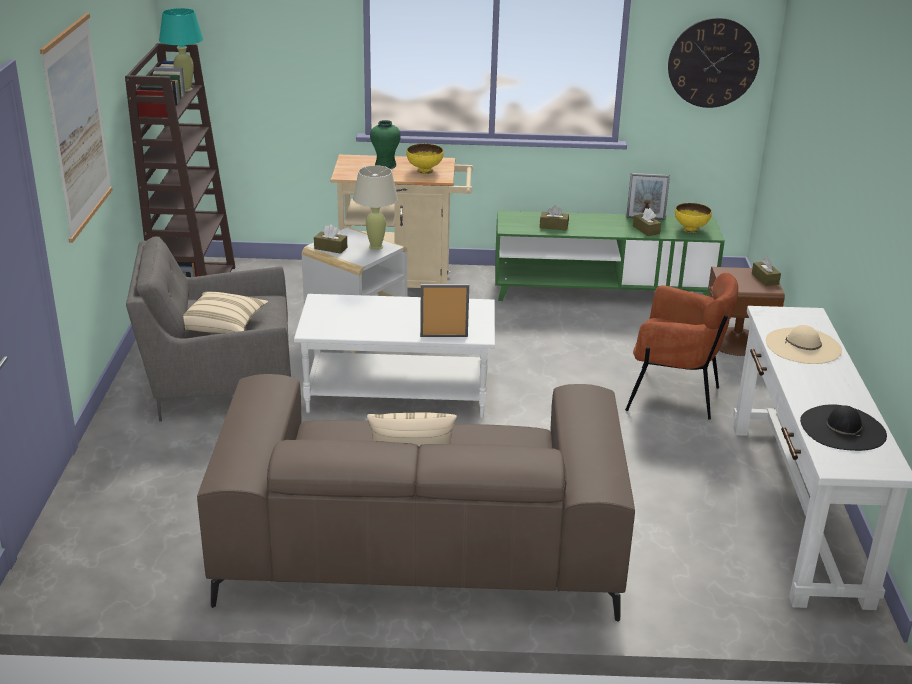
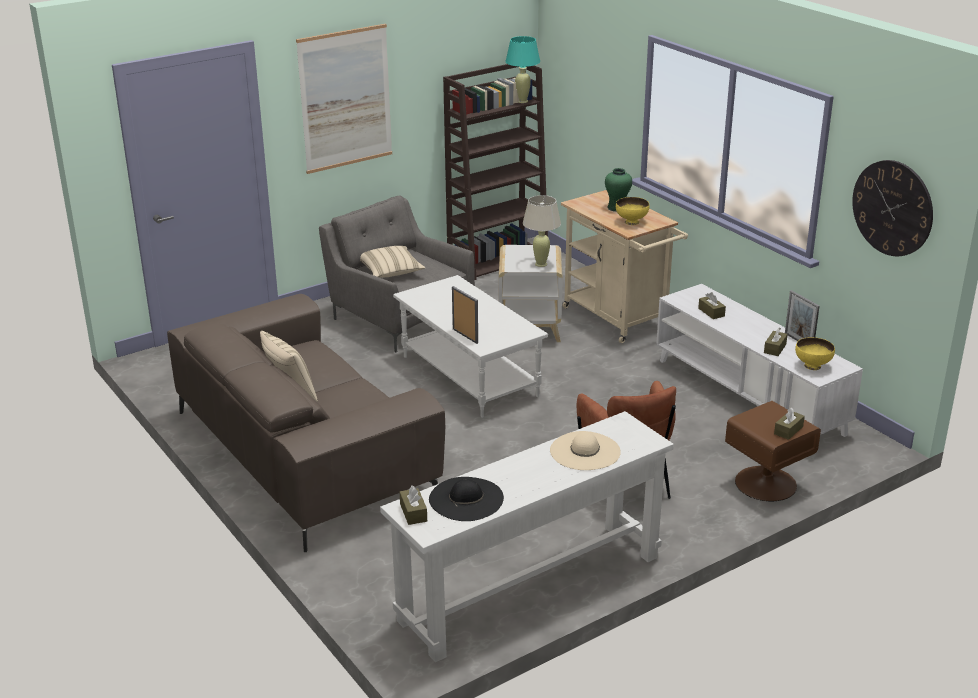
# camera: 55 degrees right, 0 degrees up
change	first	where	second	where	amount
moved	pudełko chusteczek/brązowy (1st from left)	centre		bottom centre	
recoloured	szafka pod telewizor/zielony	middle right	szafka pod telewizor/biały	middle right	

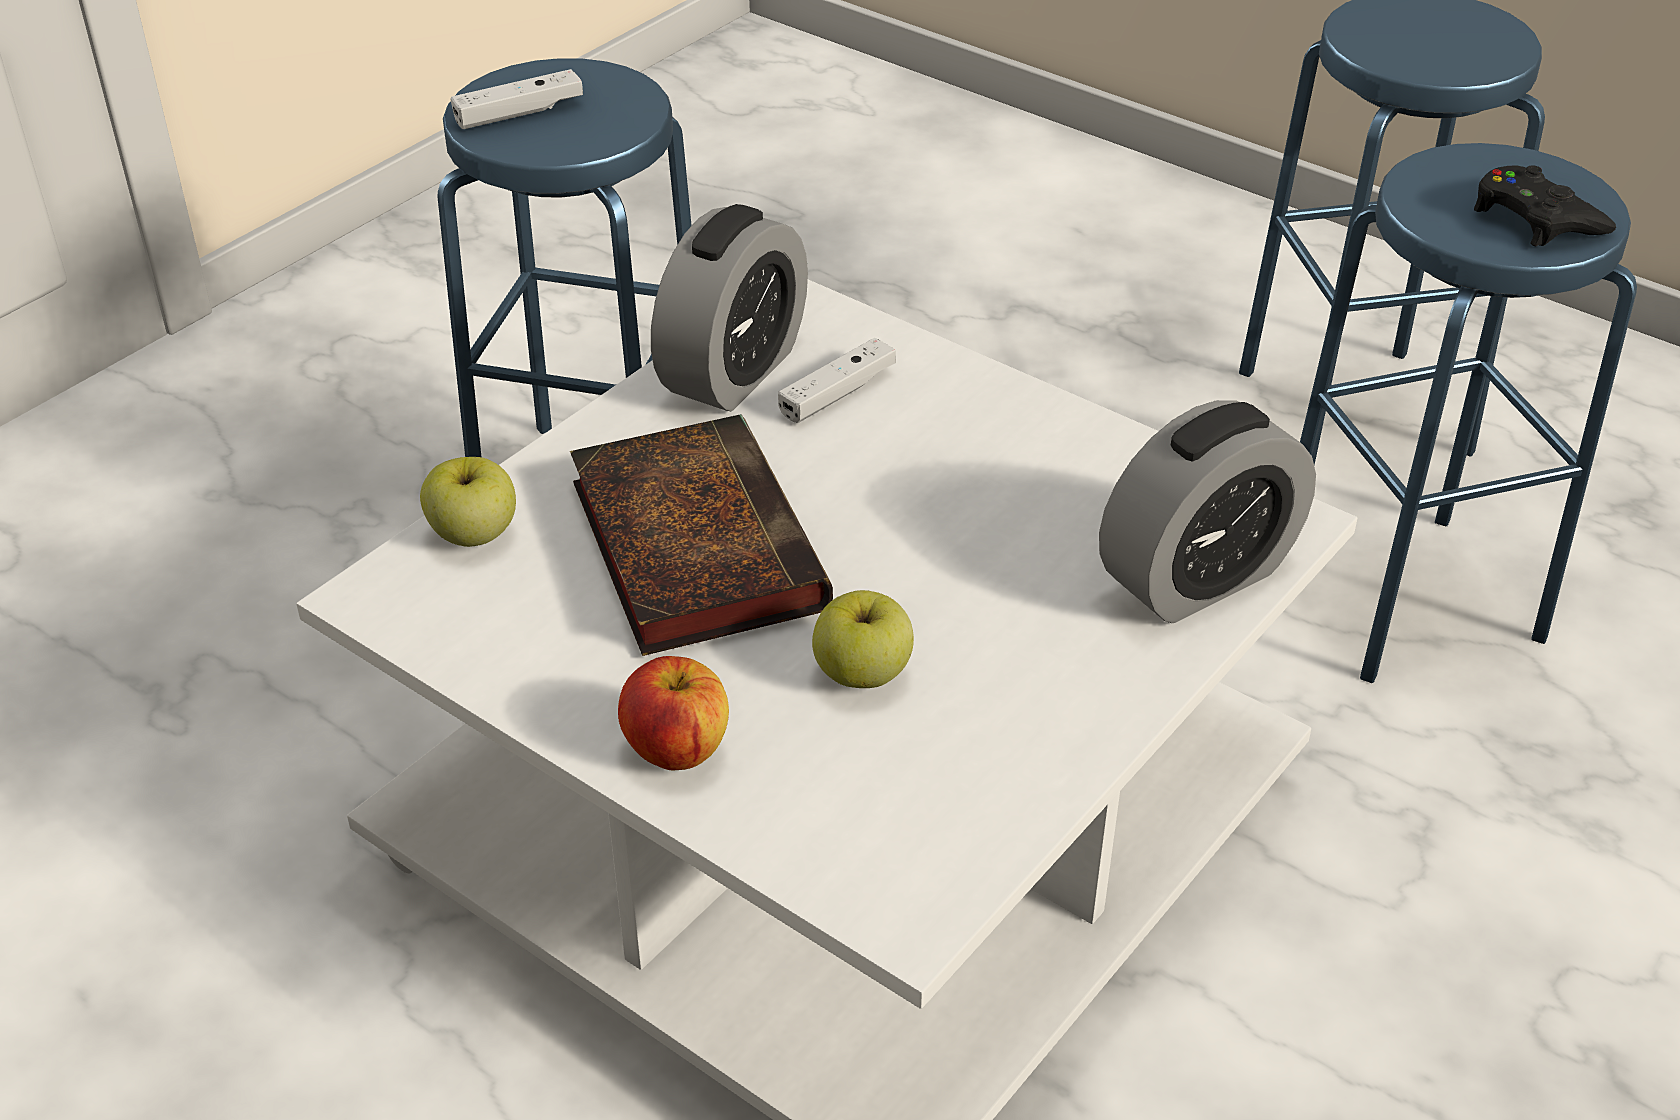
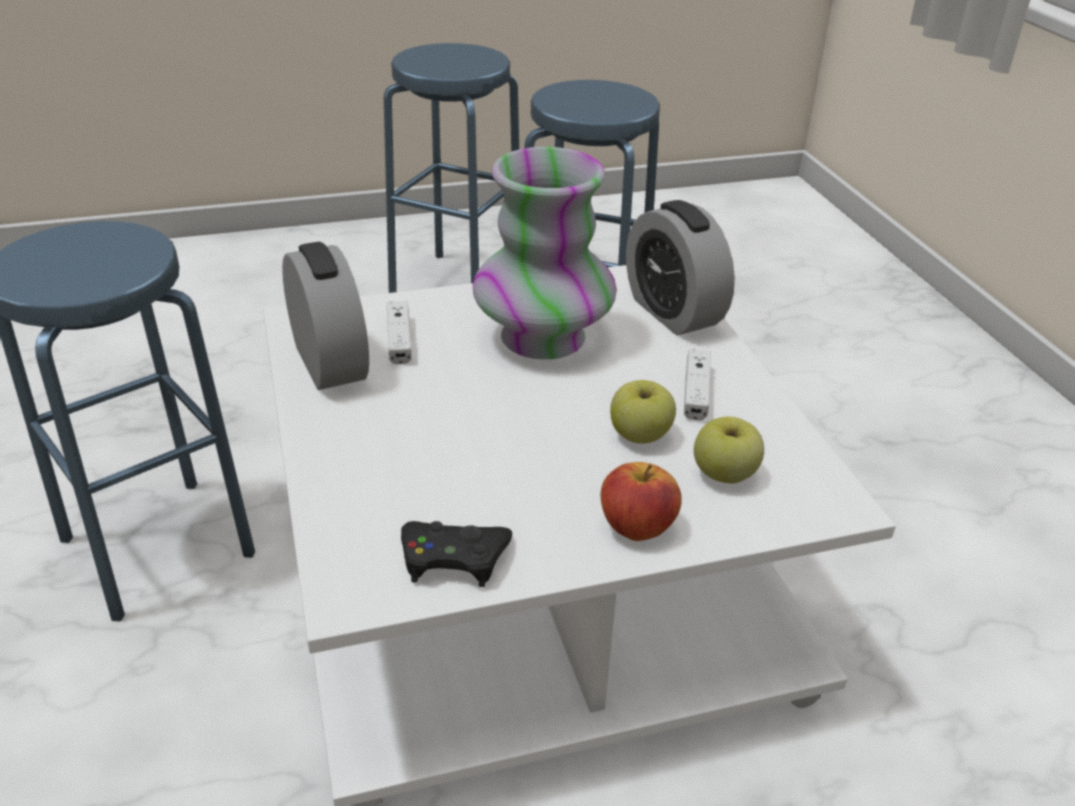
# camera: 55 degrees left, 5 degrees down
change	first	where	second	where	amount
moved	jabłko (1st from left in the first image)	middle left	jabłko (3rd from left)	middle right	
moved	pad do gier/biały (1st from left in the first image)	top left	pad do gier/biały (2nd from left)	centre	
removed	książka	centre			
turned	budzik (2nd from left)	middle right		top centre	150 degrees clockwise
moved	pad do gier/czarny	top right		bottom centre	
added			wazon	top centre	

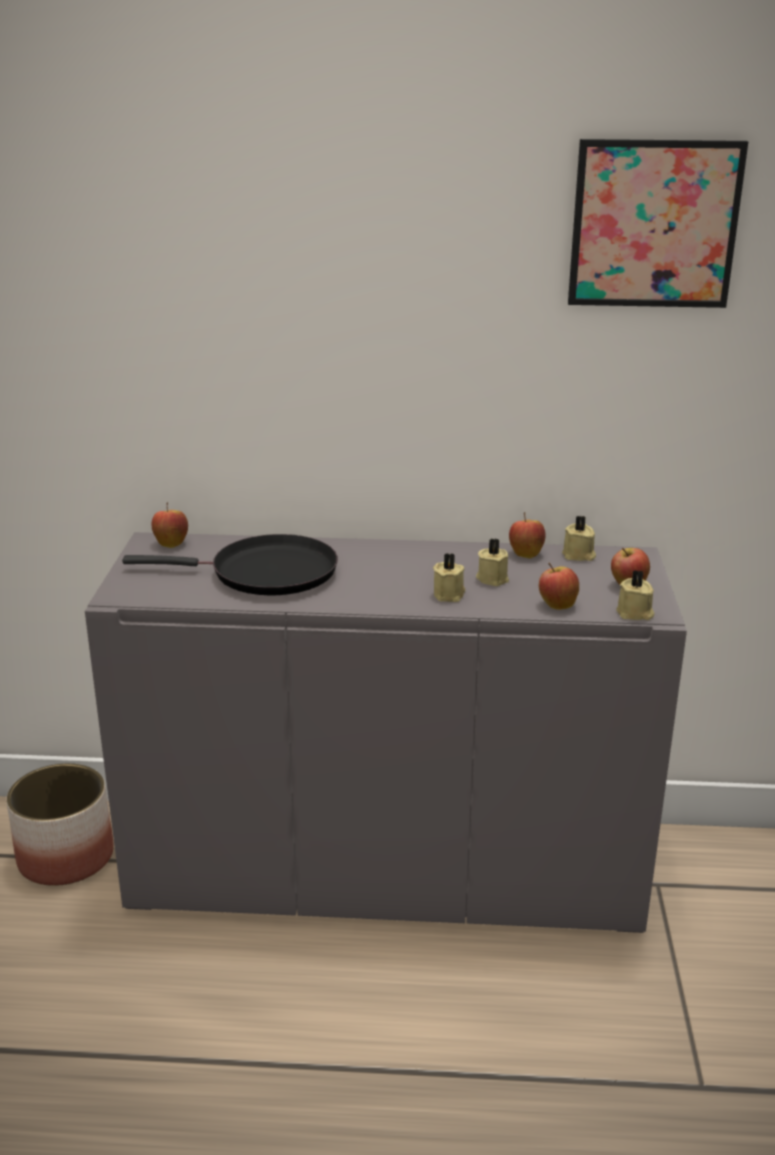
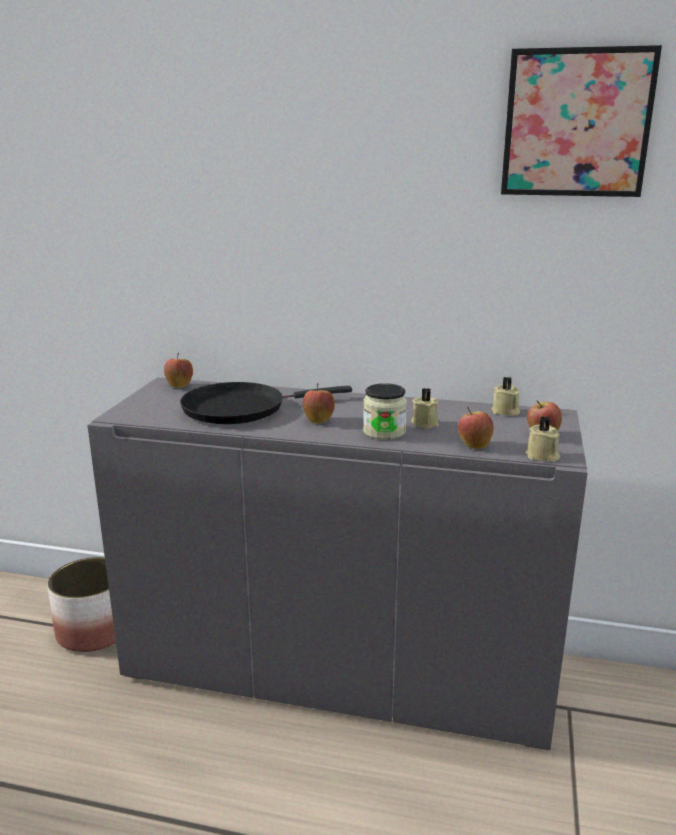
# camera: 10 degrees right, 5 degrees down
change	first	where	second	where	amount
turned	patelnia/czarny	middle left		centre	150 degrees clockwise
replaced	świeca/beżowy (1st from left)	centre	słoik	centre	
moved	jabłko (2nd from left)	middle right		centre	

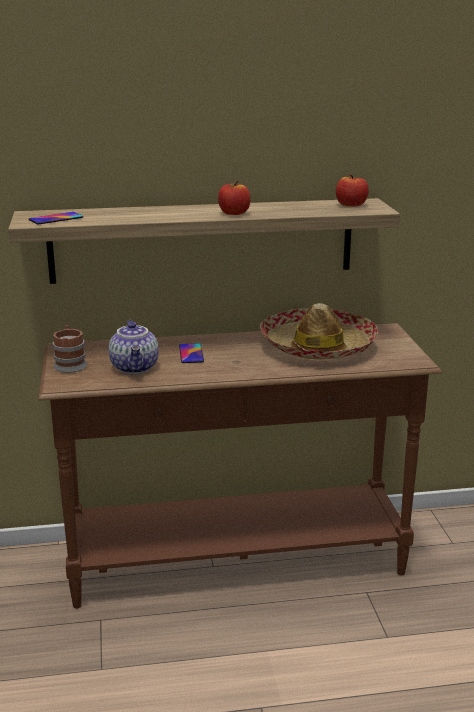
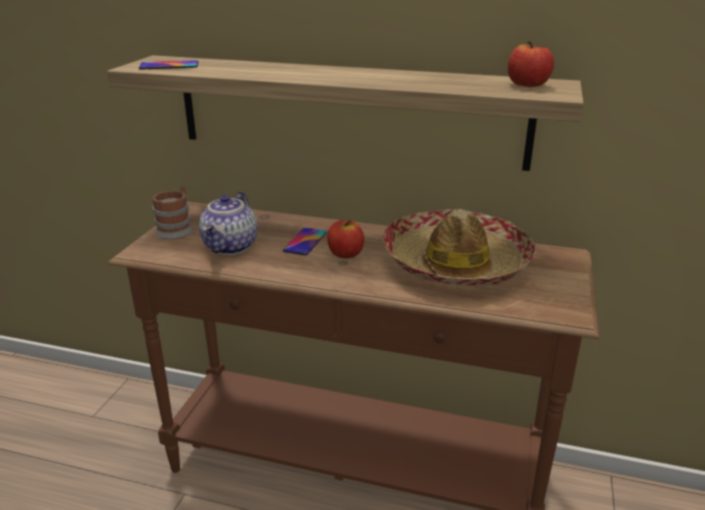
# camera: 25 degrees right, 5 degrees up
change	first	where	second	where	amount
moved	jabłko (1st from left)	top centre		centre	

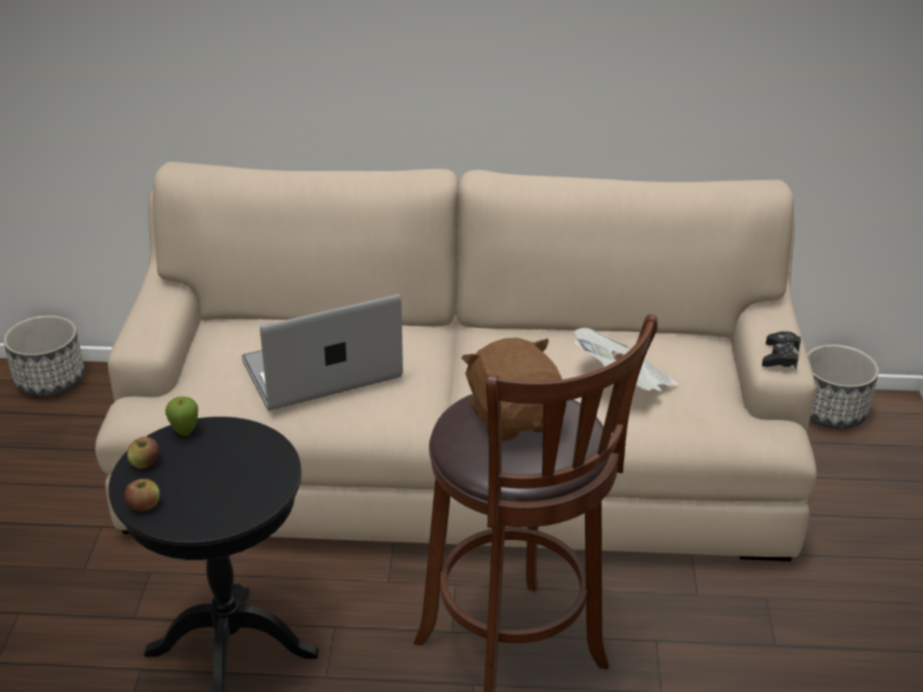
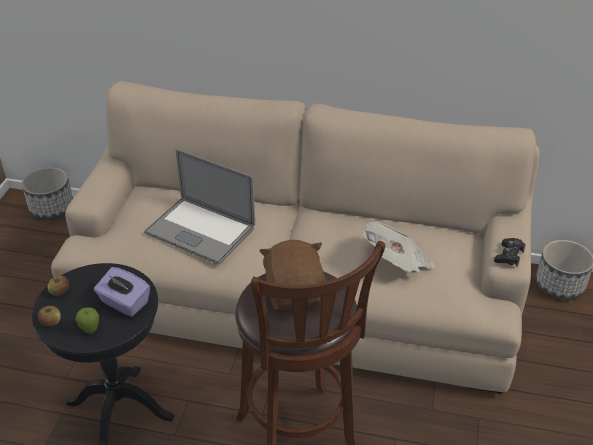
# camera: 10 degrees right, 5 degrees up
change	first	where	second	where	amount
moved	jabłko (3rd from left)	middle left		bottom left	
turned	laptop	centre		centre	135 degrees counterclockwise
added			pudełko chusteczek/fioletowy	middle left	

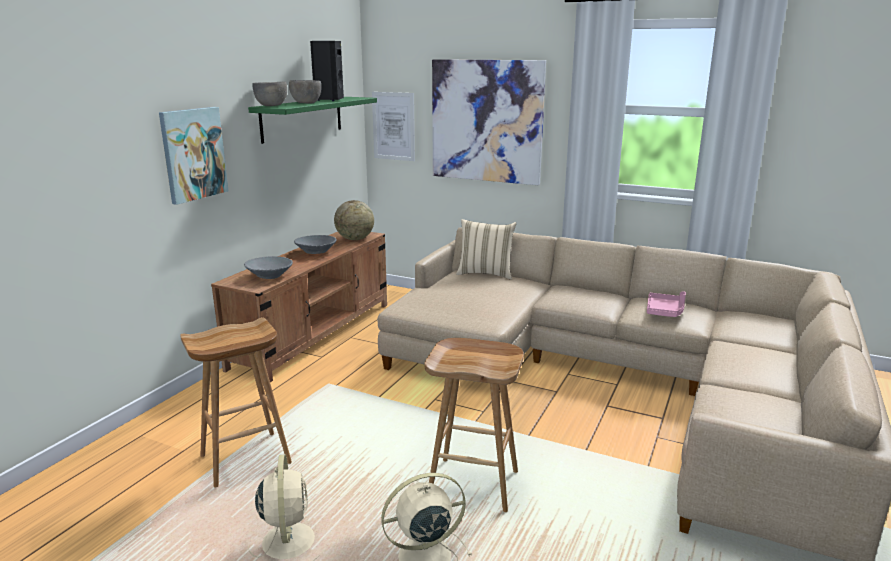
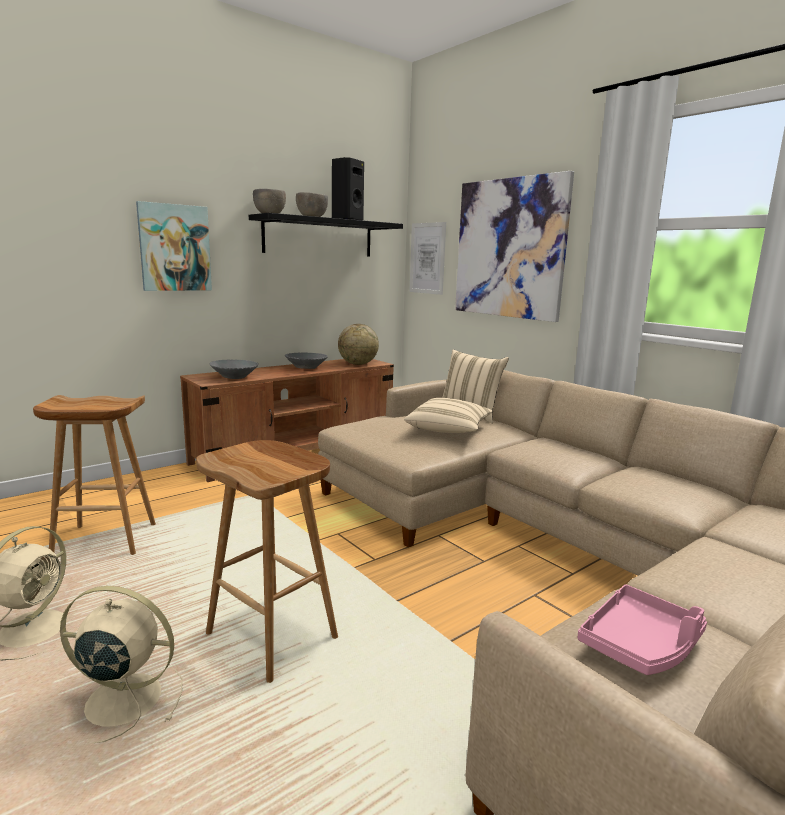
# camera: 25 degrees right, 5 degrees down
change	first	where	second	where	amount
recoloured	półka/zielony	top centre	półka/czarny	top centre	
moved	taca/różowy	middle right		bottom right	
added			poduszka/beżowy (1st from left)	centre	

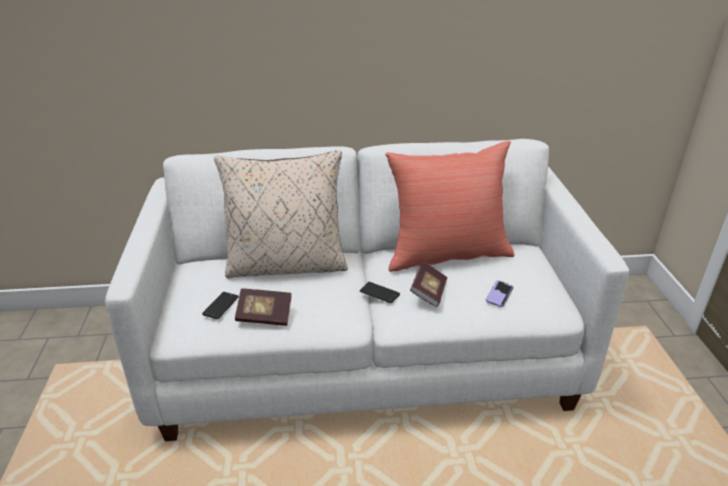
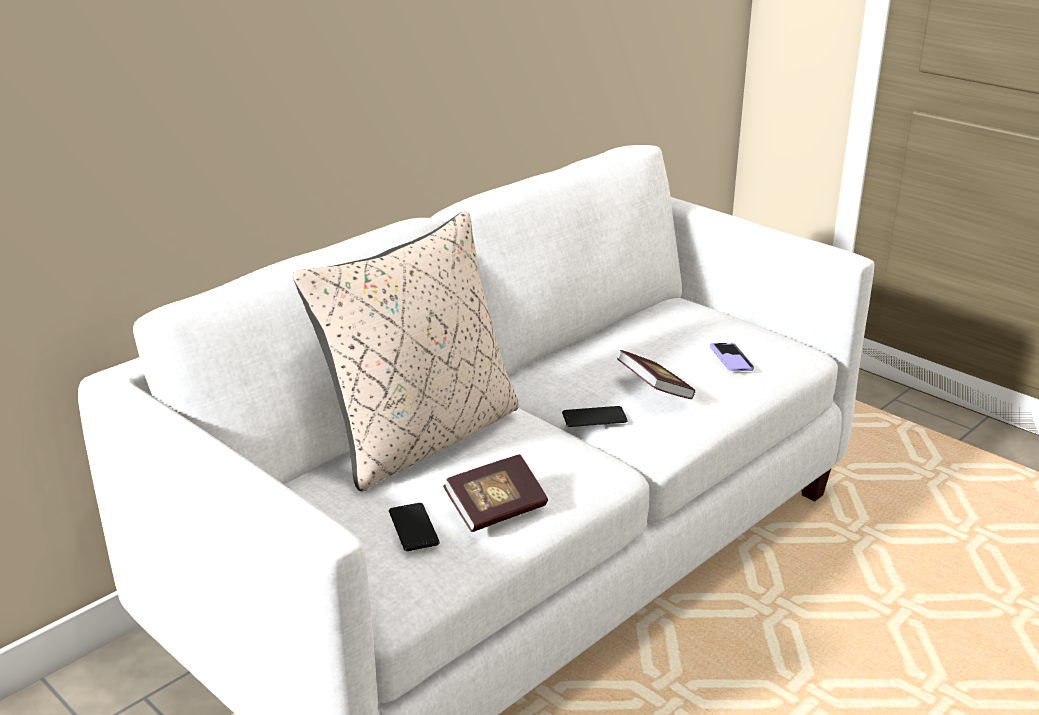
# camera: 40 degrees left, 5 degrees down
change	first	where	second	where	amount
removed	poduszka/czerwony	centre			

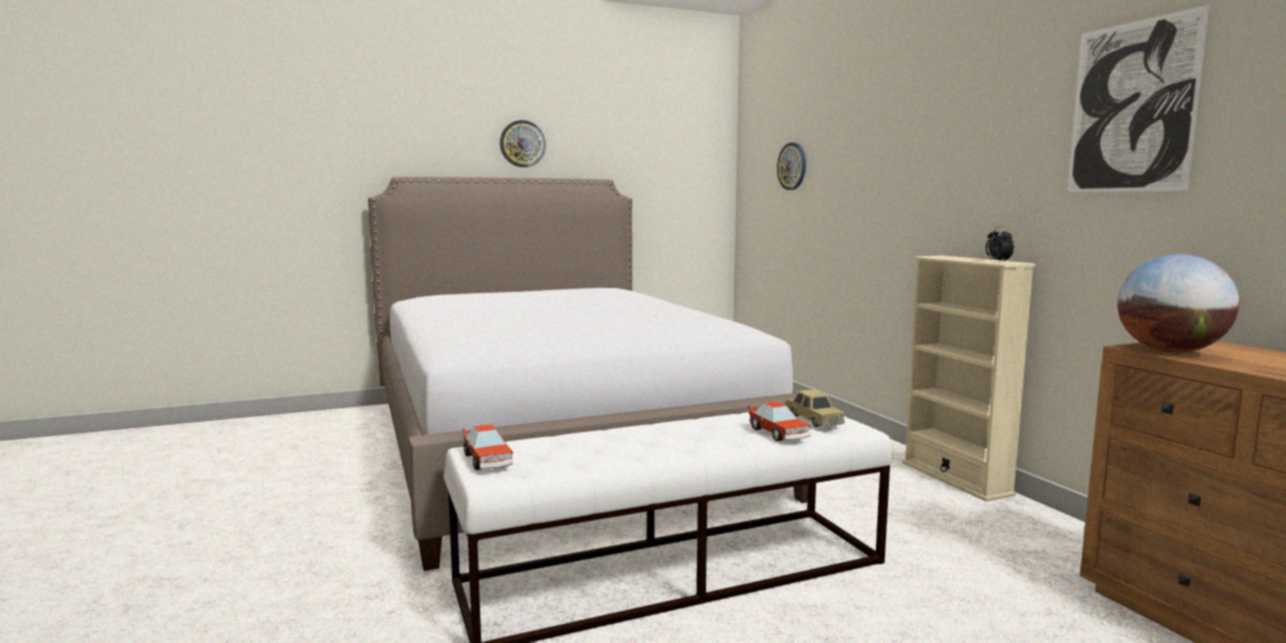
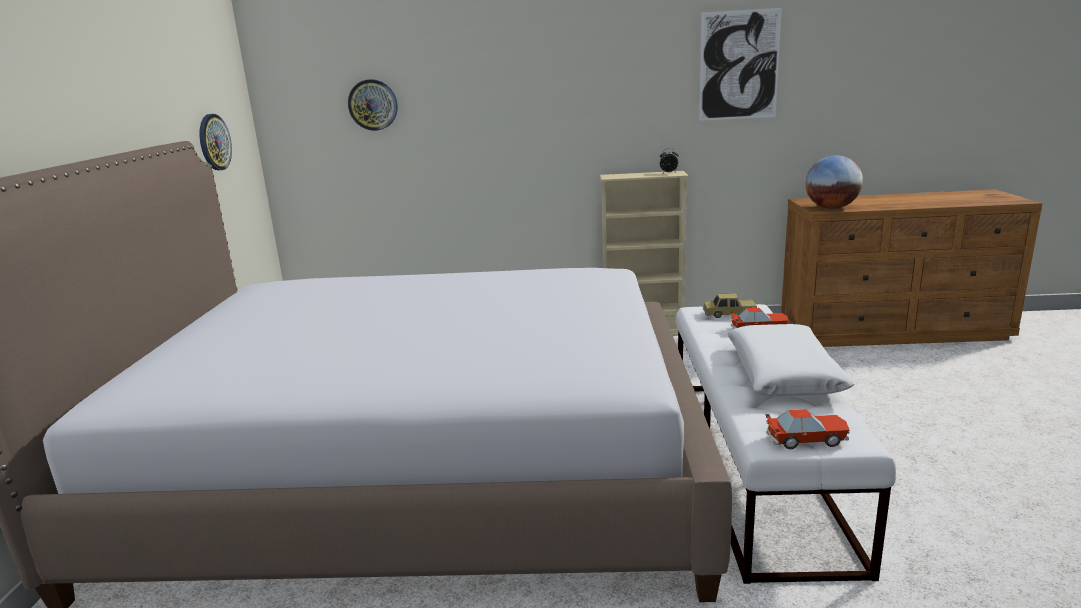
# camera: 65 degrees left, 10 degrees up
change	first	where	second	where	amount
moved	zegar ścienny (1st from left)	top centre		top left	
added			poduszka/biały	middle right	

